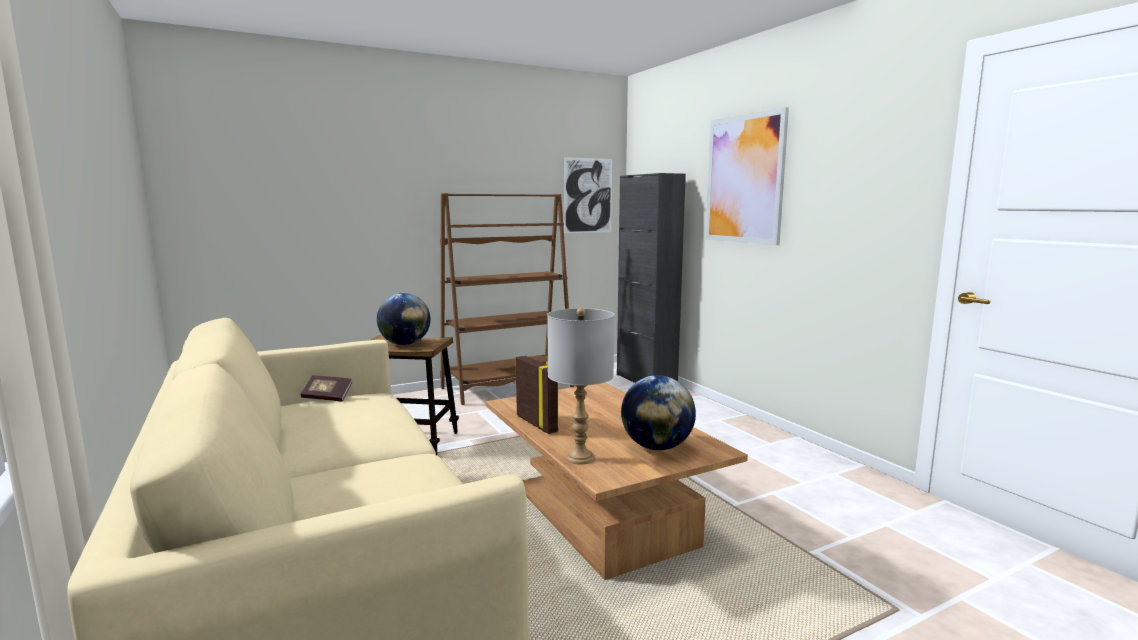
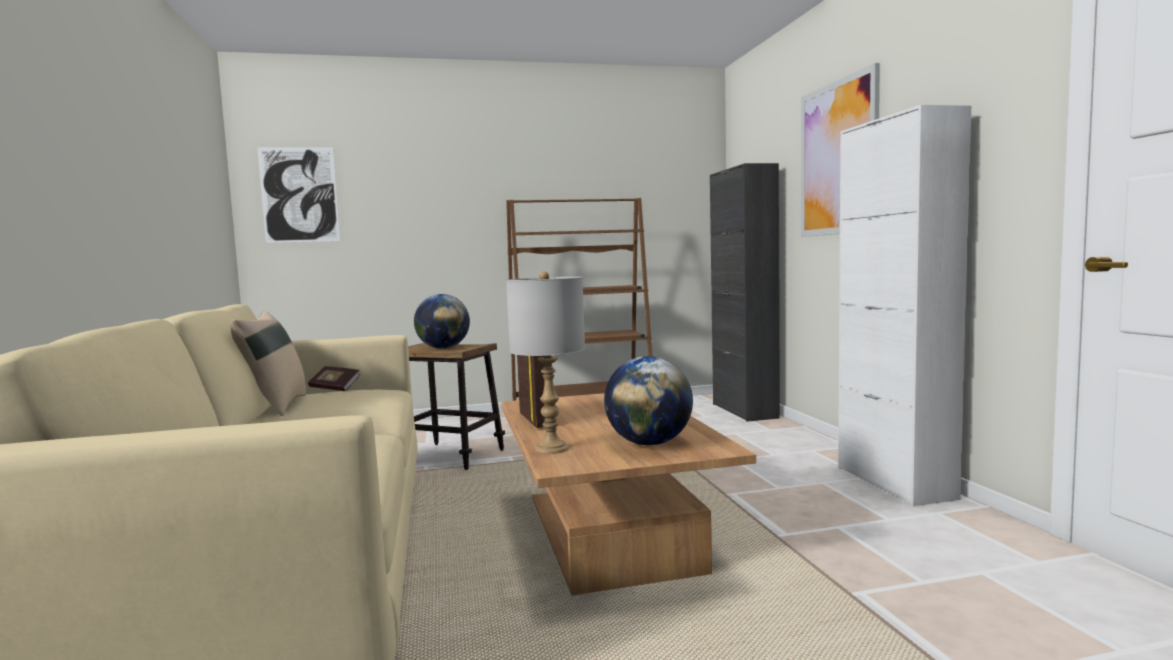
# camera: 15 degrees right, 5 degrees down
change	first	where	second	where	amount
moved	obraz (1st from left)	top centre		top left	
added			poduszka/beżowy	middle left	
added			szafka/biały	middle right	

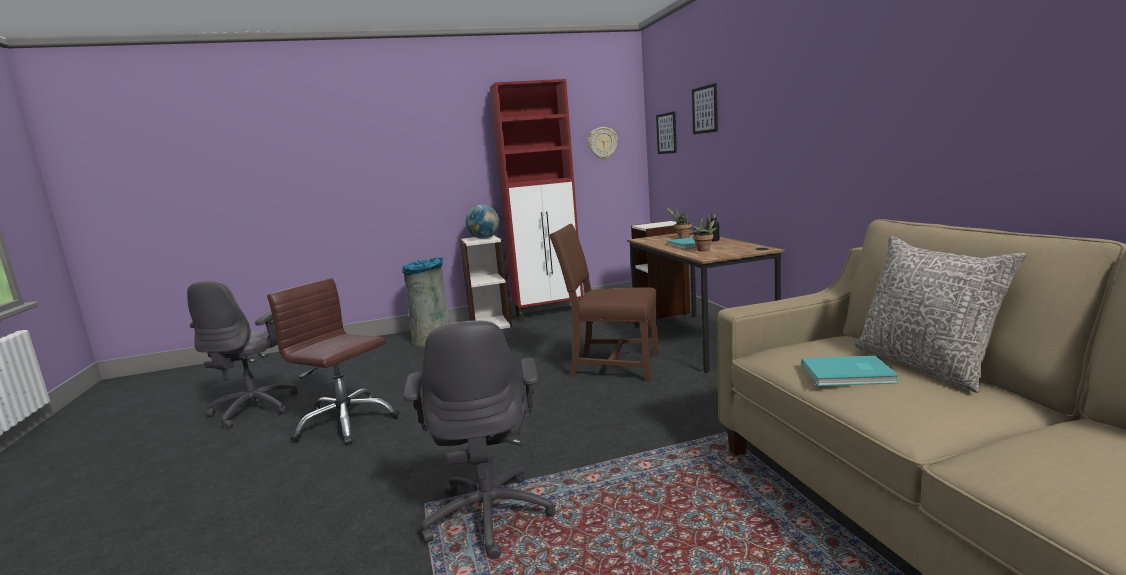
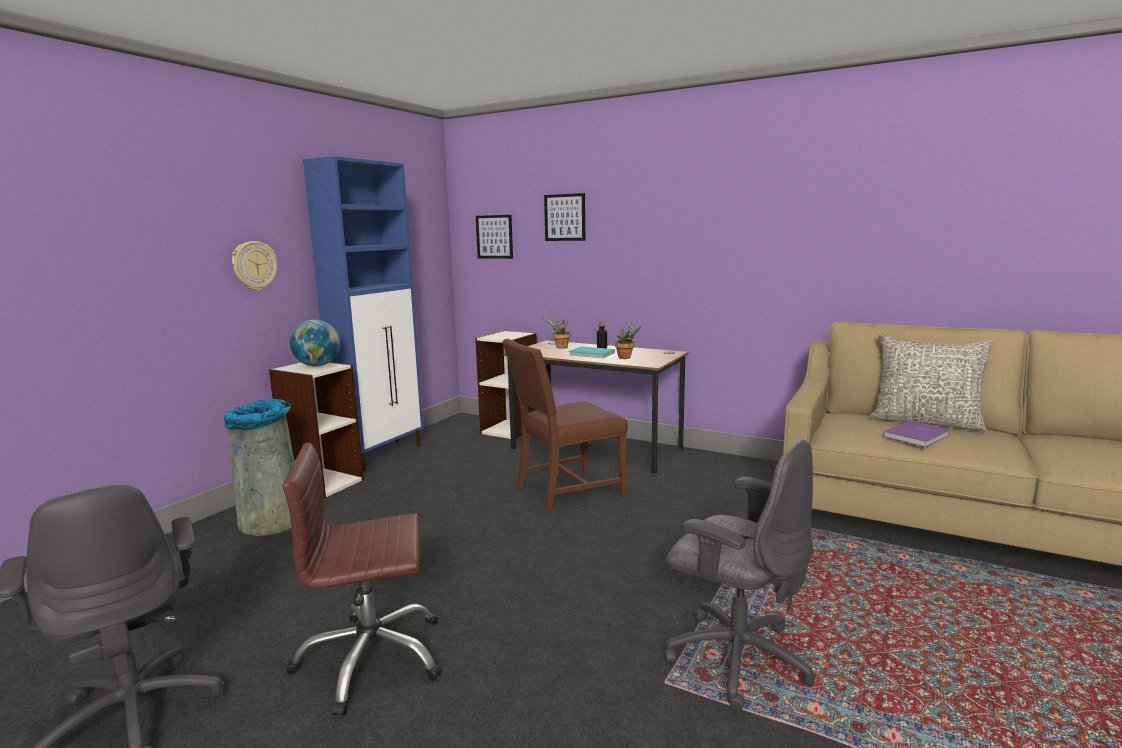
# camera: 45 degrees left, 0 degrees up
change	first	where	second	where	amount
recoloured	szafka/czerwony	centre	szafka/niebieski	middle left	
moved	zegar ścienny	top centre		middle left	
recoloured	książka/turkusowy (2nd from left)	middle right	książka/fioletowy	middle right	

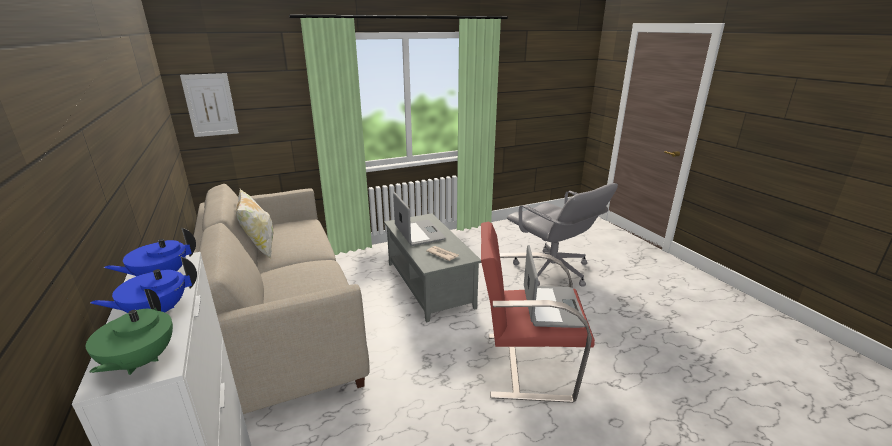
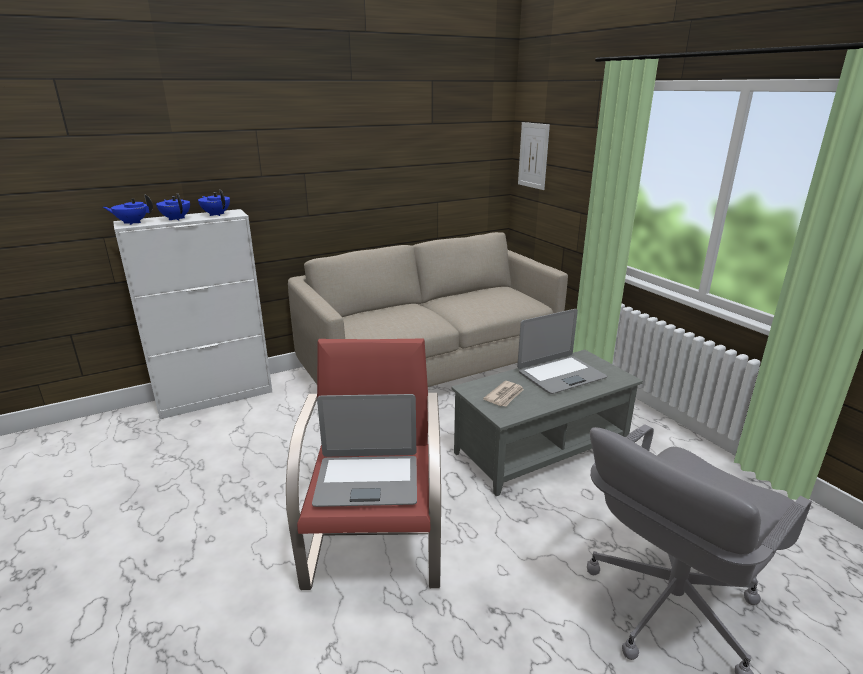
# camera: 85 degrees right, 0 degrees up
change	first	where	second	where	amount
recoloured	imbryk/zielony	bottom left	imbryk/niebieski (1st from left)	top left	
removed	poduszka	middle left			

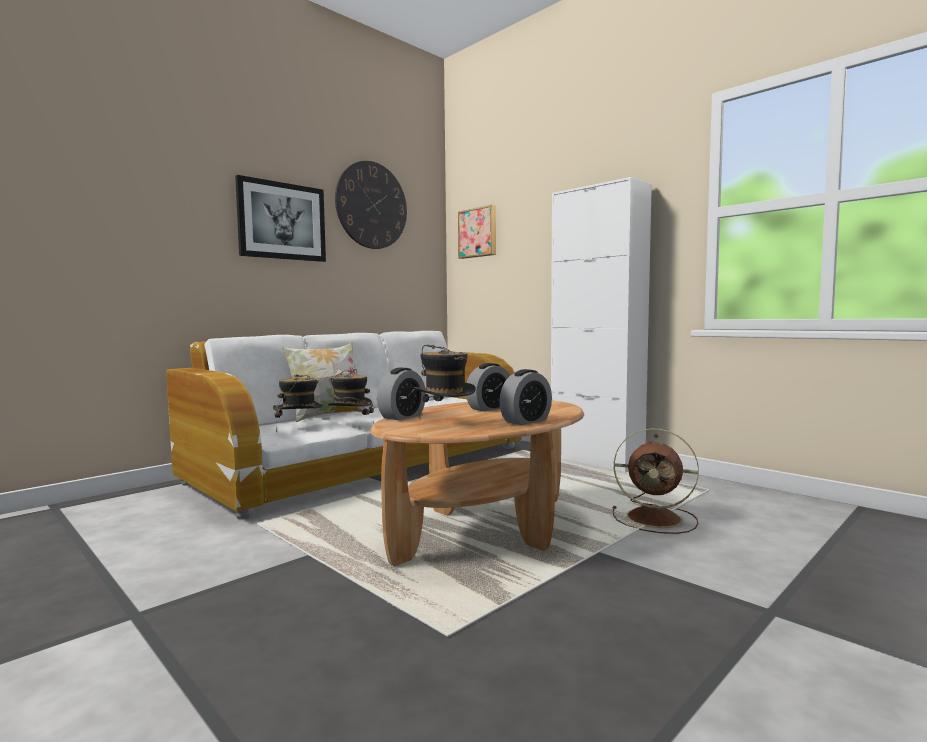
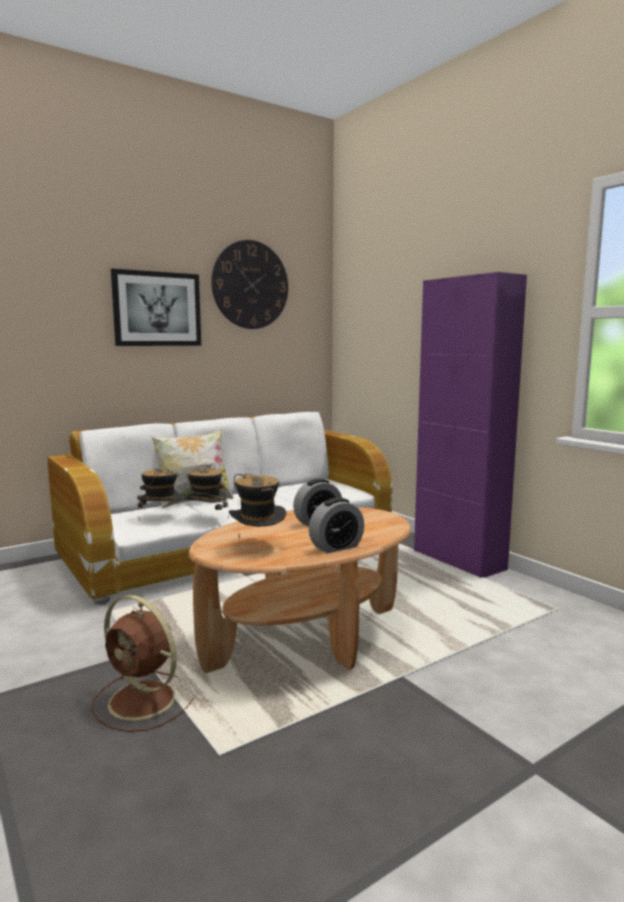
# camera: 10 degrees right, 5 degrees up
change	first	where	second	where	amount
removed	budzik (1st from left)	centre			
removed	obraz (2nd from left)	top centre			
recoloured	szafka/biały	centre	szafka/fioletowy	middle right	
moved	wentylator/brązowy	middle right		bottom left	

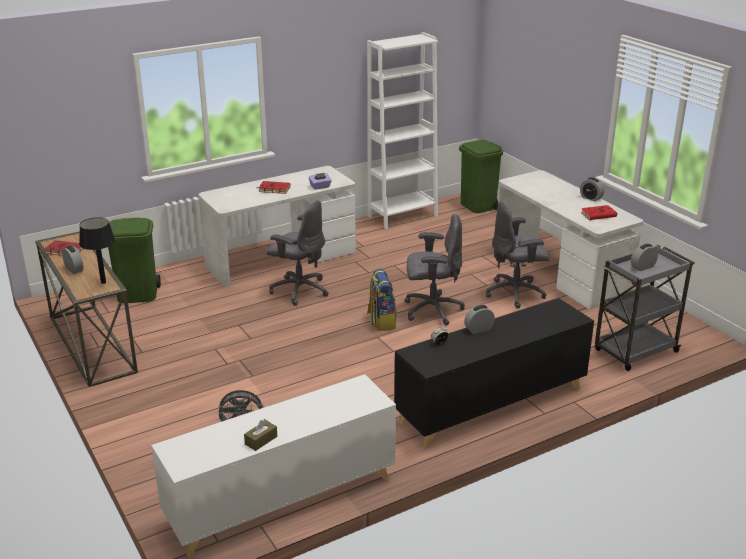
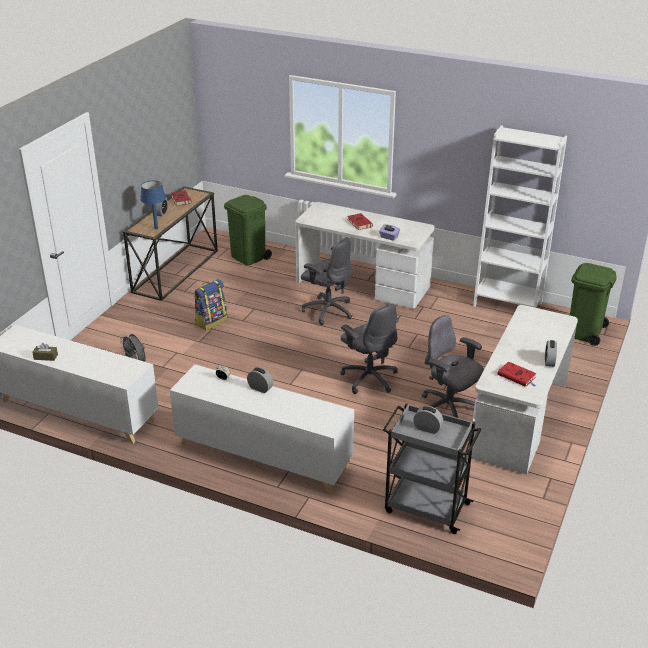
# camera: 55 degrees right, 5 degrees up
change	first	where	second	where	amount
recoloured	lampa stołowa/czarny	middle left	lampa stołowa/niebieski	top left	
turned	krzesło biurowe/szary (1st from left)	centre		centre	45 degrees counterclockwise
moved	plecak	centre		middle left	
recoloured	szafka/czarny	bottom centre	szafka/biały (2nd from left)	centre	

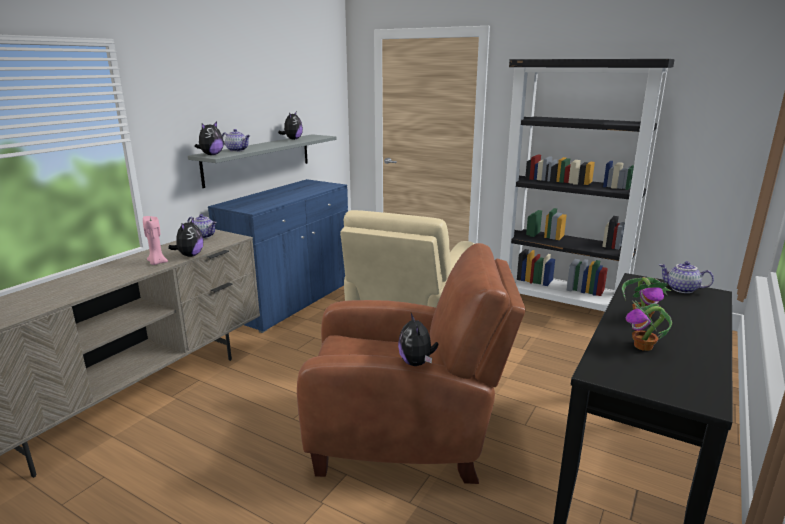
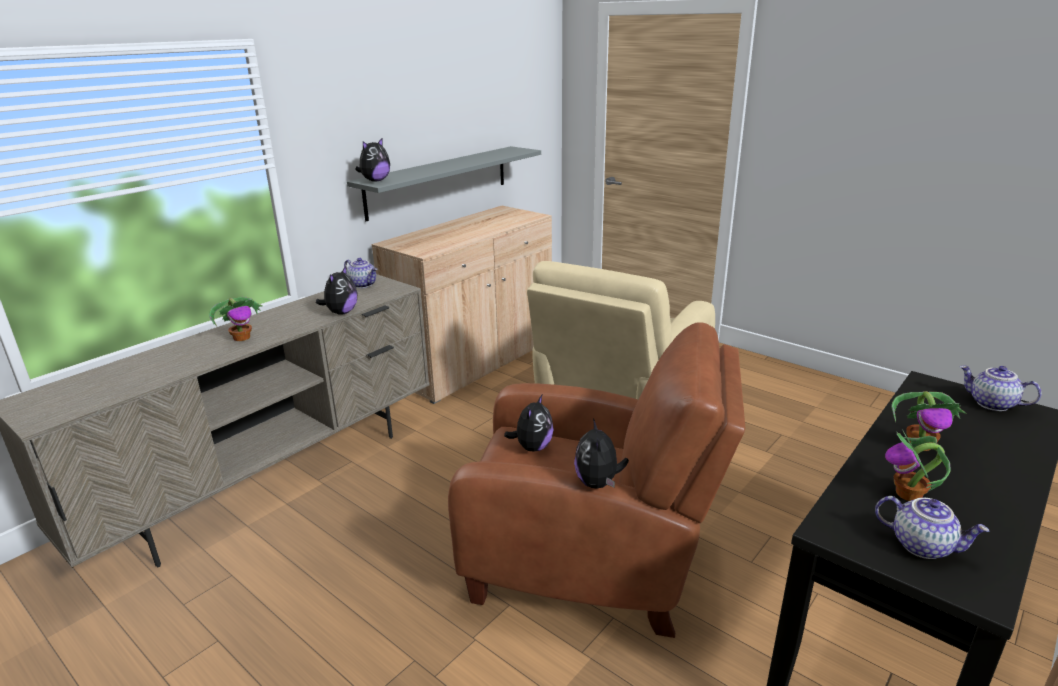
# camera: 10 degrees right, 5 degrees up
change	first	where	second	where	amount
removed	świeca/różowy	middle left			
recoloured	szafka/niebieski	centre	szafka/beżowy	centre	
moved	imbryk (2nd from left)	top left		bottom right	
moved	pluszak (3rd from left)	top centre		centre	
removed	regał/czarny	middle right			
added			roślina doniczkowa (1st from left)	middle left	

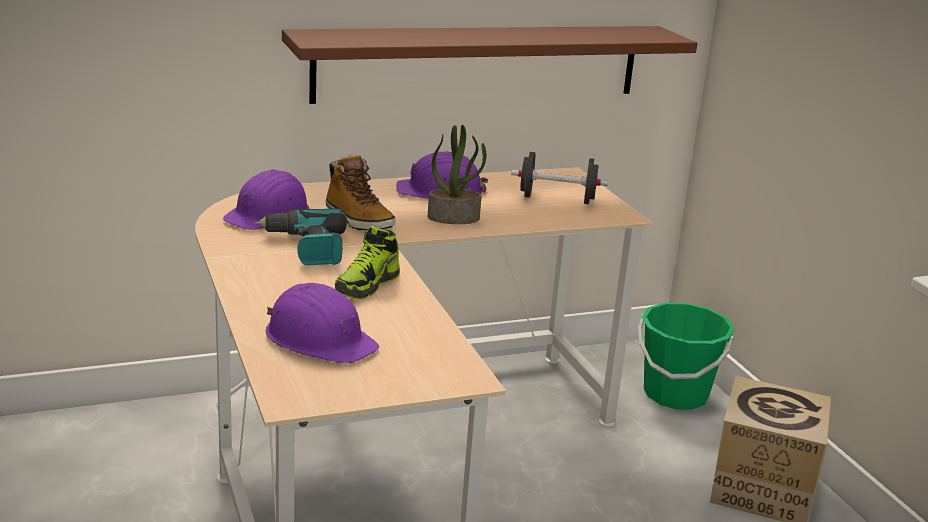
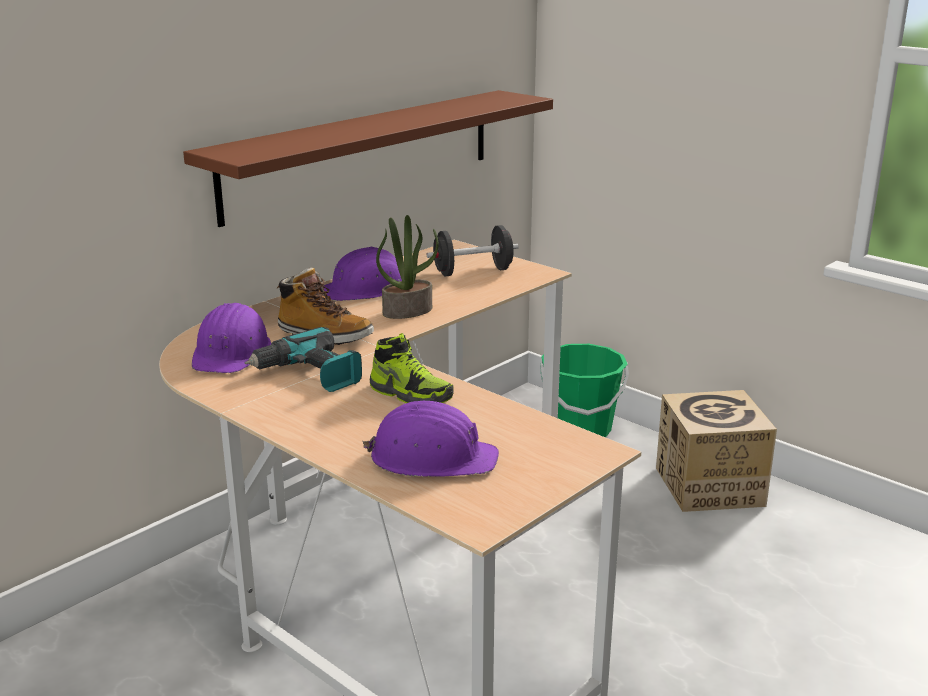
# camera: 25 degrees left, 0 degrees up
change	first	where	second	where	amount
turned	but	centre		centre	60 degrees counterclockwise

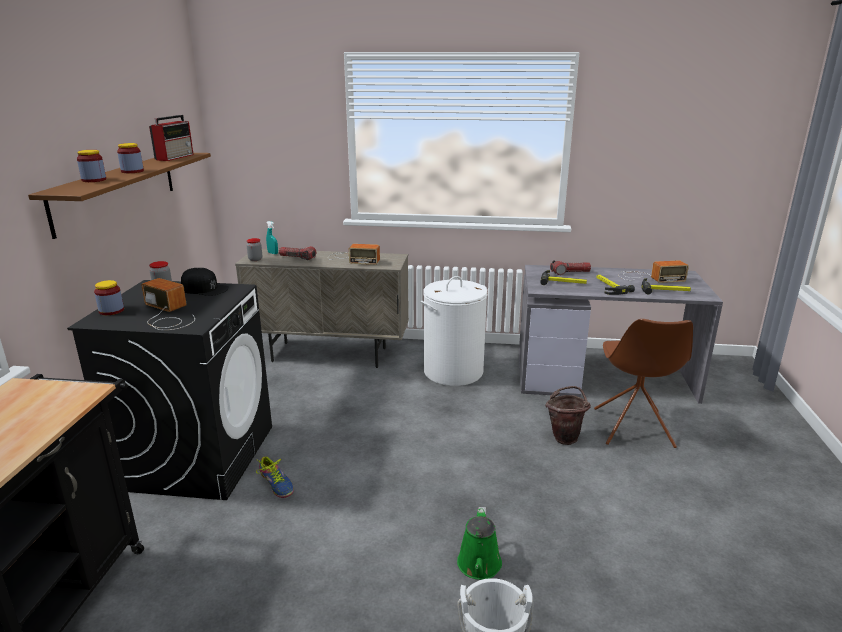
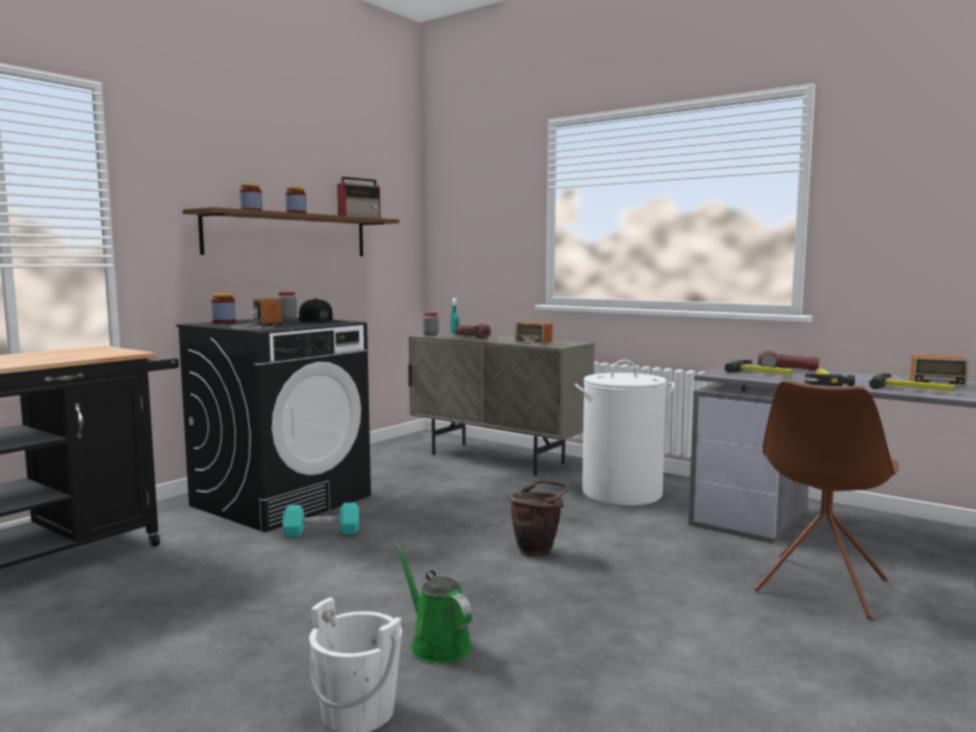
# camera: 30 degrees right, 15 degrees down
change	first	where	second	where	amount
replaced	but	bottom left	hantel/turkusowy	bottom left	
turned	konewka/zielony	bottom centre		bottom centre	105 degrees clockwise
moved	wiadro/brązowy	middle right		bottom centre	

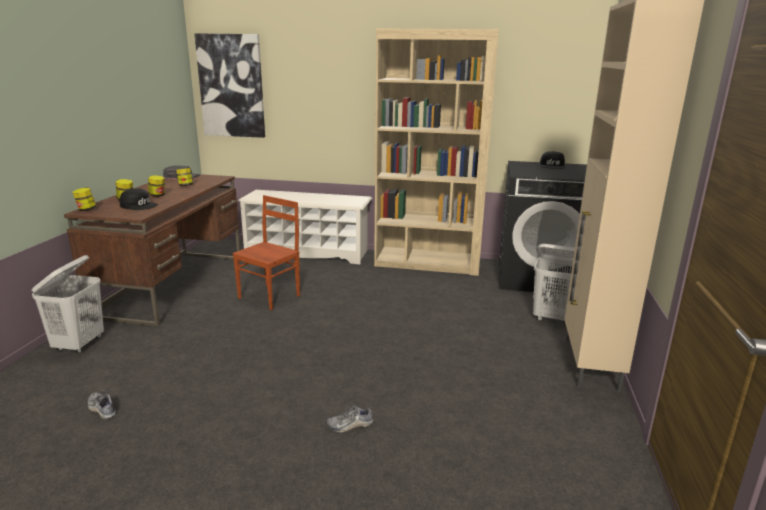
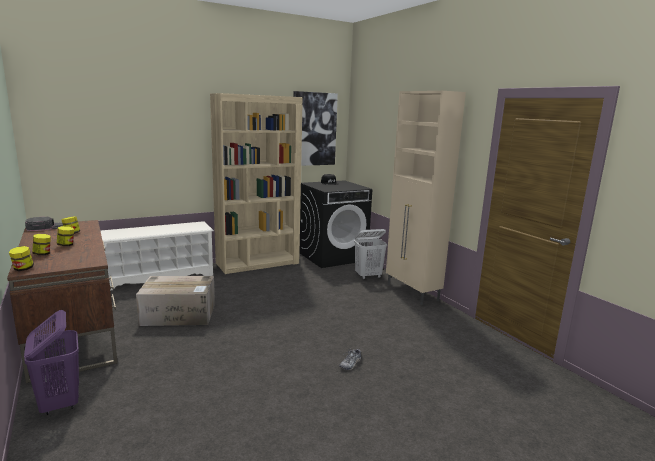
# camera: 40 degrees left, 5 degrees down
change	first	where	second	where	amount
recoloured	kosz na pranie/biały (1st from left)	middle left	kosz na pranie/fioletowy	bottom left	
removed	but (1st from left)	bottom left			
removed	czapka z daszkiem/czarny (1st from left)	middle left			
moved	obraz	top left		top centre	
replaced	krzesło/brązowy	centre	karton	middle left	

